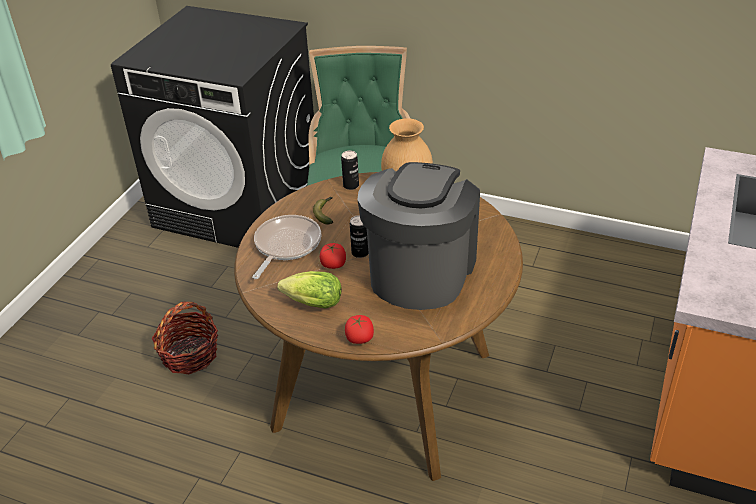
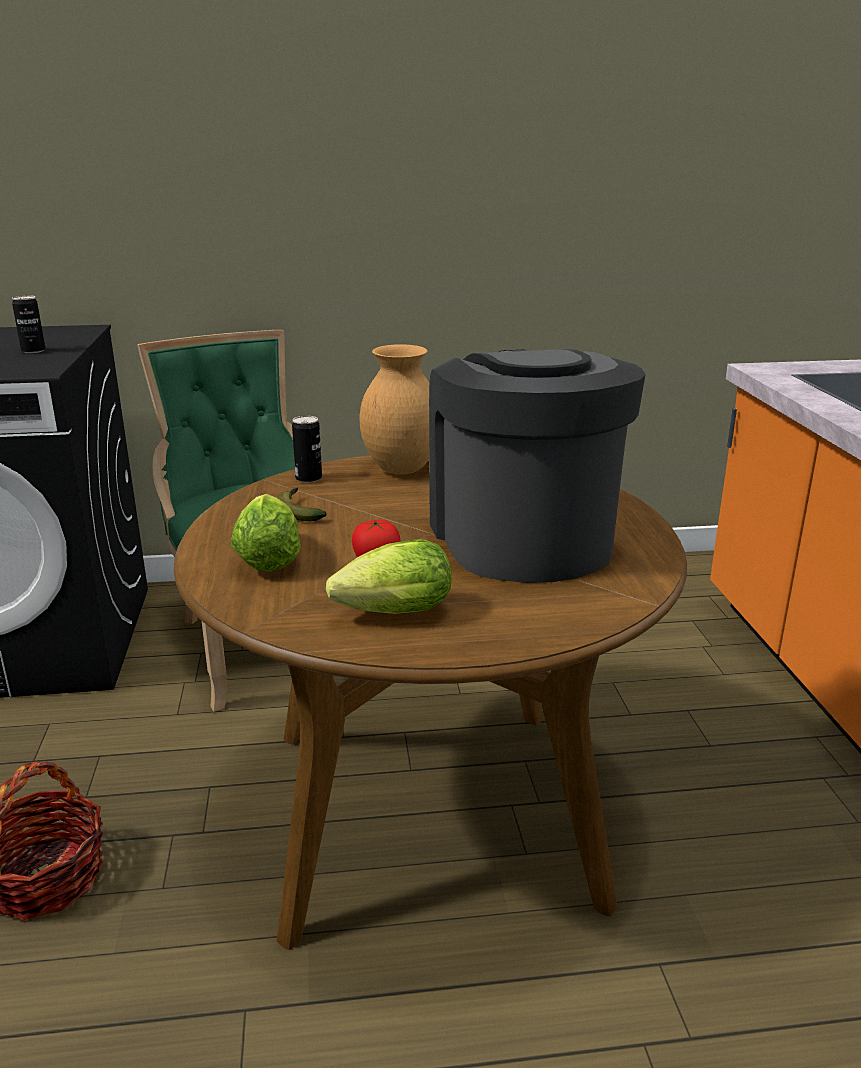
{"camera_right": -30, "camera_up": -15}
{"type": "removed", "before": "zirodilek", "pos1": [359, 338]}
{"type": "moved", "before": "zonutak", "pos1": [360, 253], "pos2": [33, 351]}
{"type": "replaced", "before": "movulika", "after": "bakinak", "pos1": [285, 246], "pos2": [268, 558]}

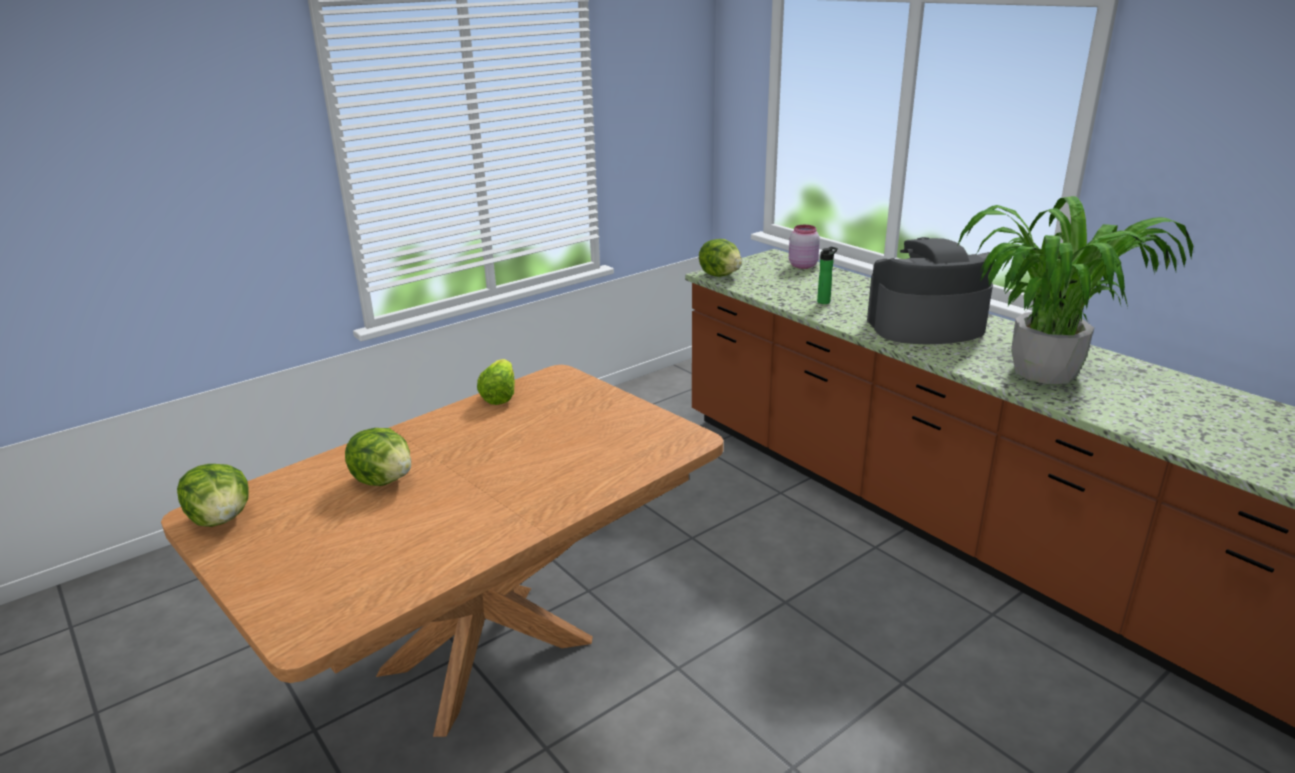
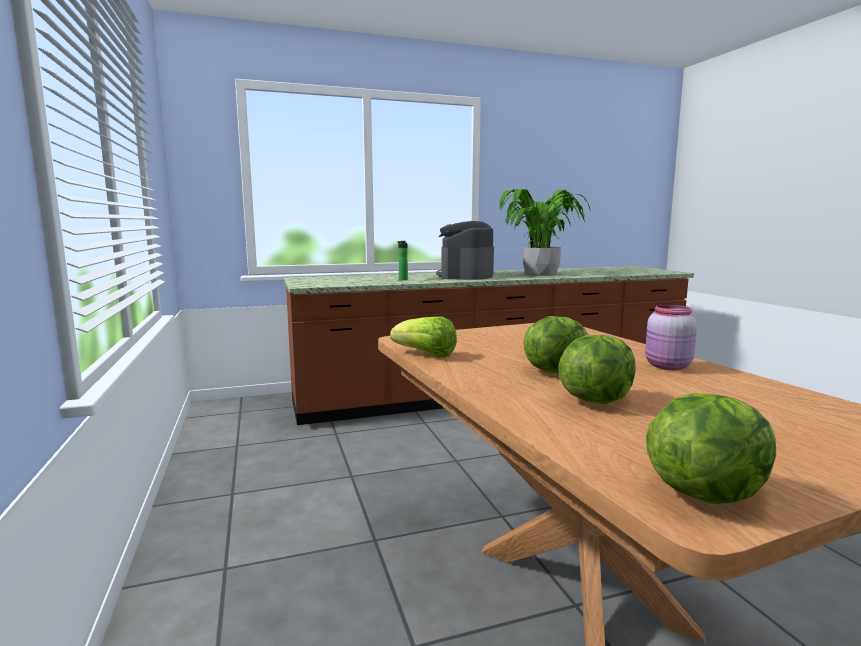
{"camera_right": -70, "camera_up": -15}
{"type": "moved", "before": "bakinak", "pos1": [720, 275], "pos2": [555, 370]}
{"type": "moved", "before": "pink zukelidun", "pos1": [802, 265], "pos2": [666, 366]}

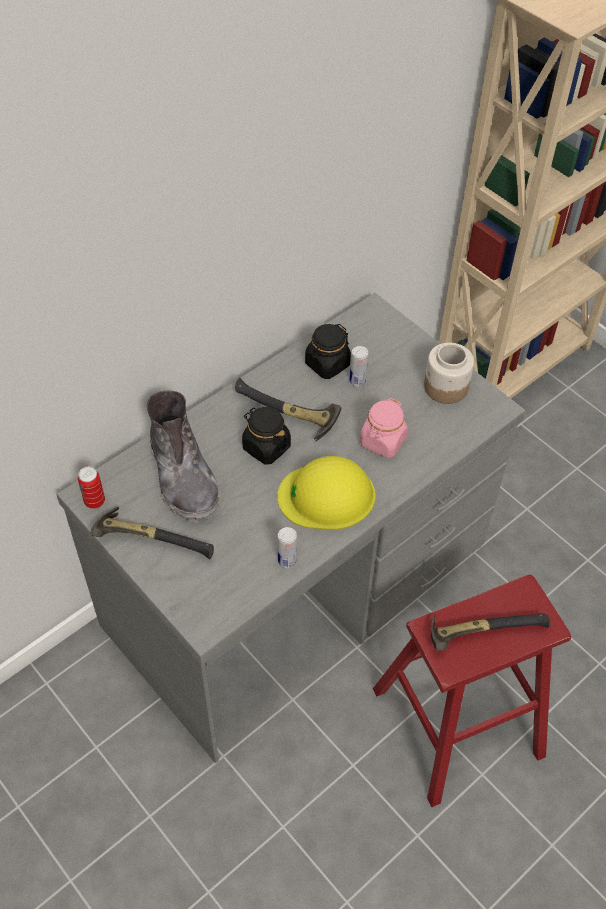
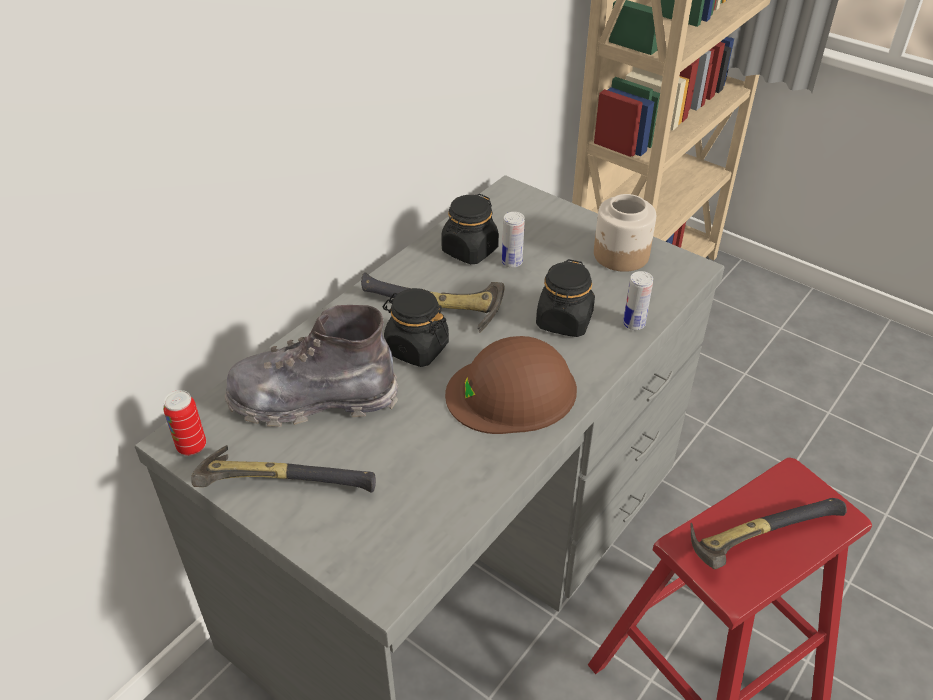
{"camera_right": -10, "camera_up": -10}
{"type": "moved", "before": "zonutak", "pos1": [287, 561], "pos2": [634, 324]}
{"type": "recoloured", "before": "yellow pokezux", "after": "brown pokezux", "pos1": [327, 495], "pos2": [512, 392]}
{"type": "recoloured", "before": "pink zukelidun", "after": "black zukelidun", "pos1": [382, 441], "pos2": [564, 321]}
{"type": "turned", "before": "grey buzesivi", "pos1": [183, 478], "pos2": [313, 399], "turn": 120}

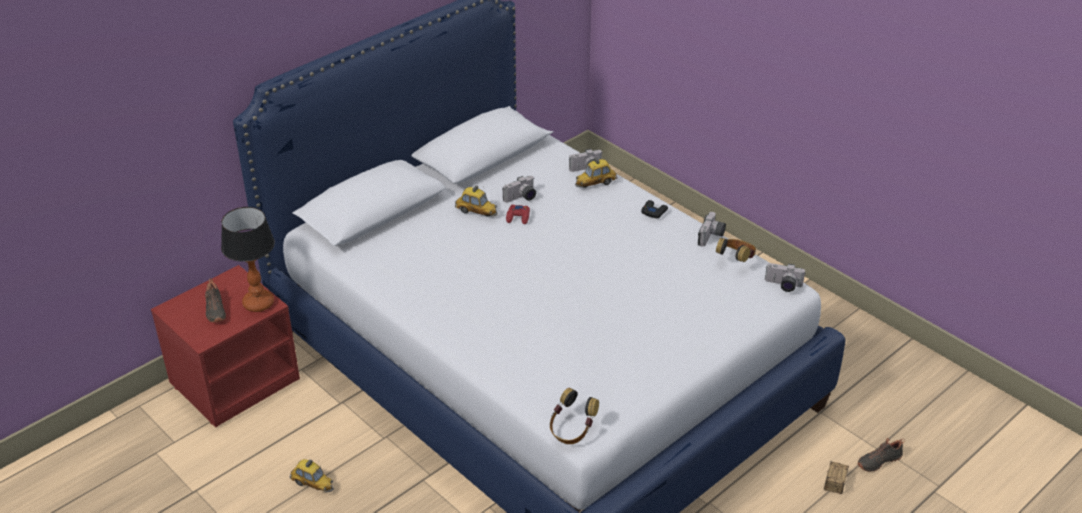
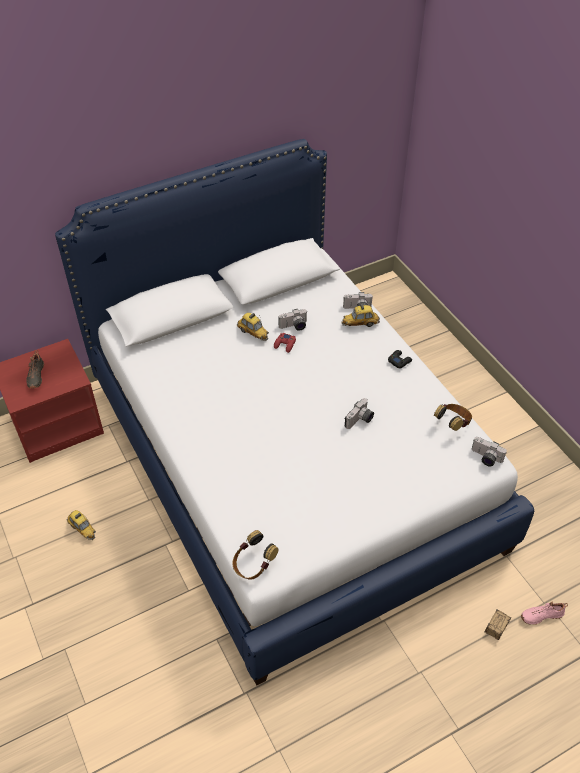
{"camera_right": 15, "camera_up": 10}
{"type": "removed", "before": "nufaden", "pos1": [258, 303]}
{"type": "moved", "before": "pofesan", "pos1": [711, 237], "pos2": [360, 420]}
{"type": "recoloured", "before": "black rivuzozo", "after": "pink rivuzozo", "pos1": [878, 460], "pos2": [541, 615]}

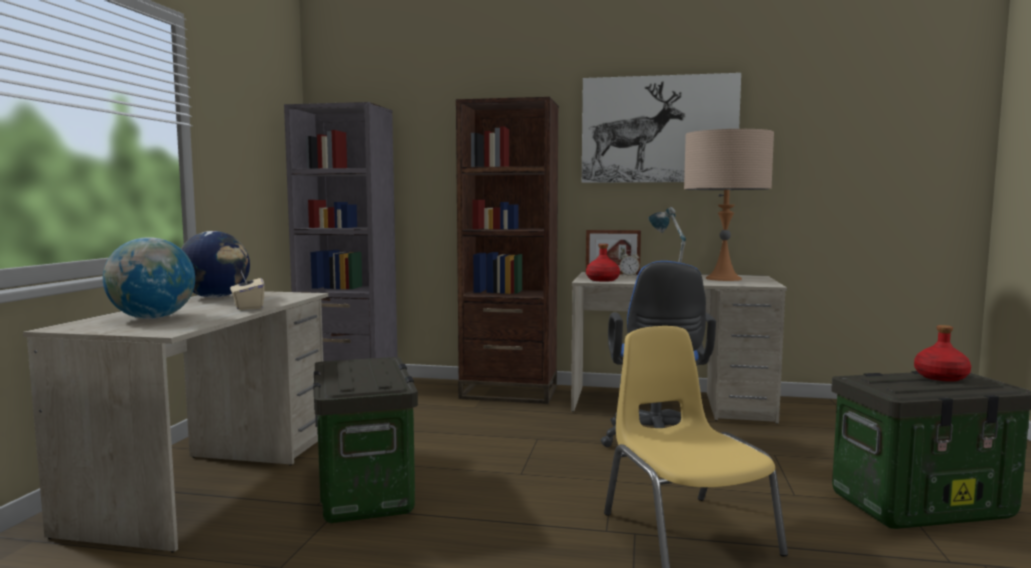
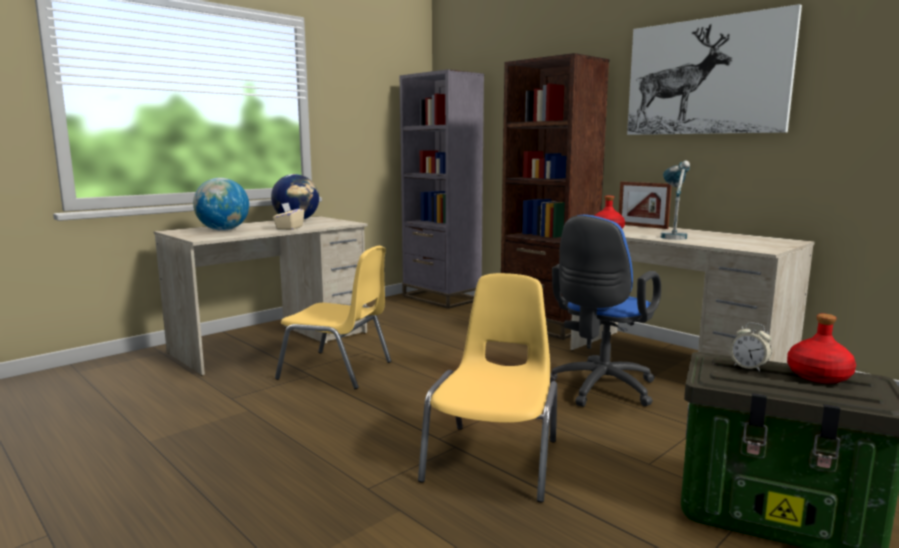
{"camera_right": 35, "camera_up": 5}
{"type": "removed", "before": "beige nufaden", "pos1": [723, 278]}
{"type": "moved", "before": "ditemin", "pos1": [629, 275], "pos2": [748, 367]}
{"type": "replaced", "before": "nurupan", "after": "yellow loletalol", "pos1": [367, 492], "pos2": [337, 370]}

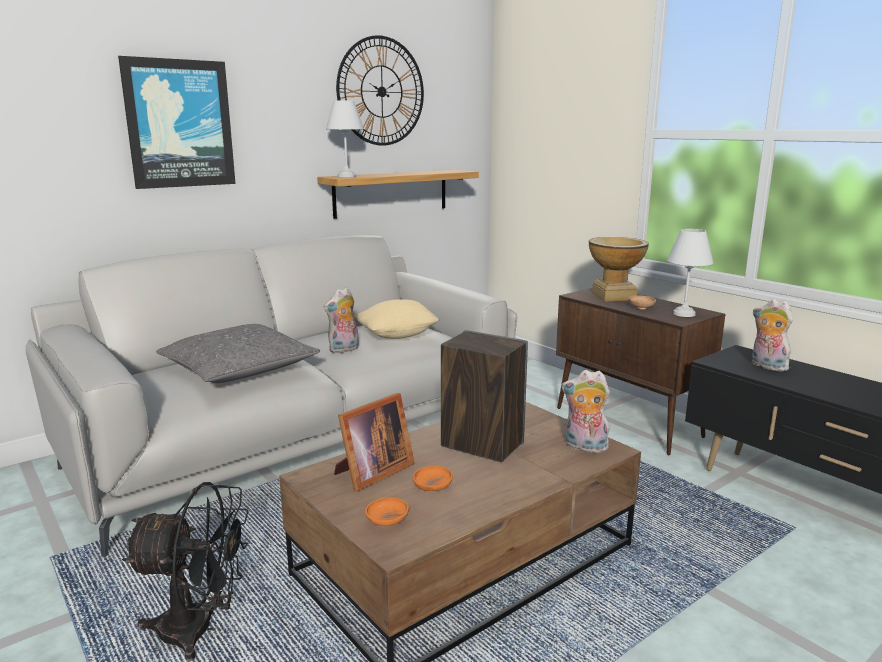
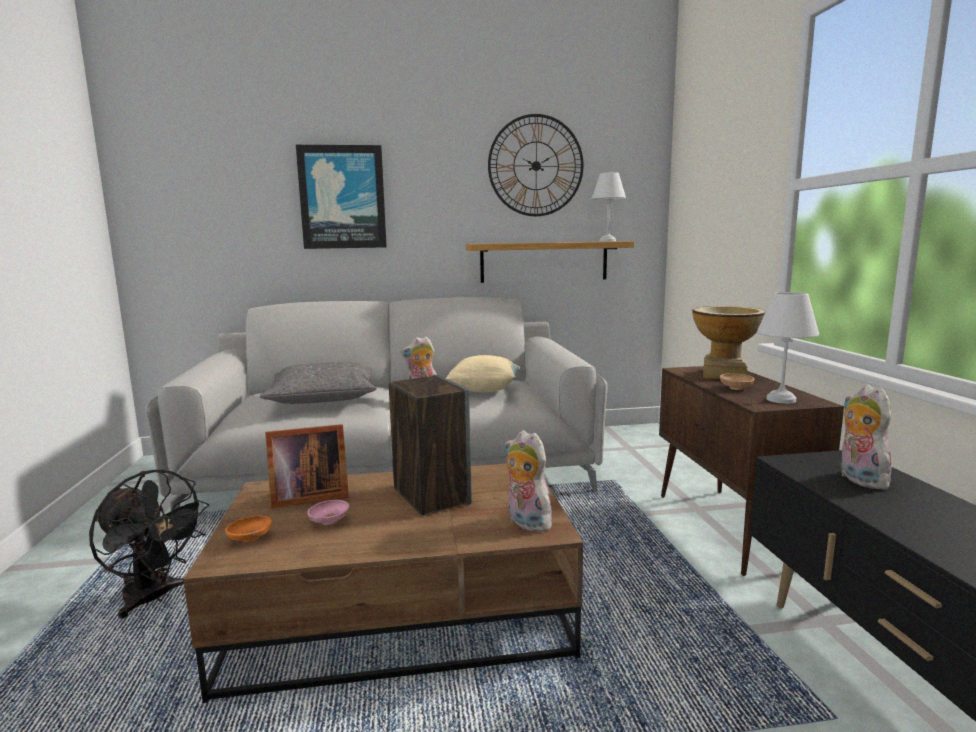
{"camera_right": 30, "camera_up": -5}
{"type": "moved", "before": "white nufaden", "pos1": [345, 176], "pos2": [606, 241]}
{"type": "recoloured", "before": "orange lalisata", "after": "pink lalisata", "pos1": [432, 488], "pos2": [329, 522]}

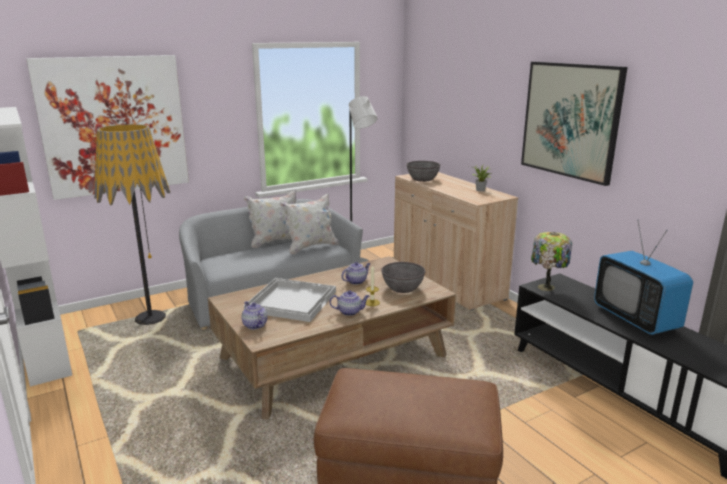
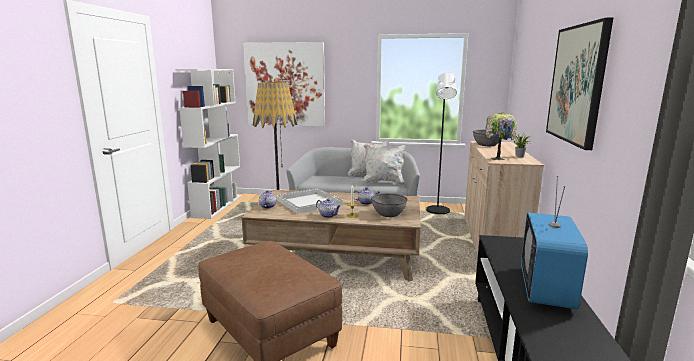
{"camera_right": 40, "camera_up": -5}
{"type": "moved", "before": "nufaden", "pos1": [546, 288], "pos2": [497, 159]}

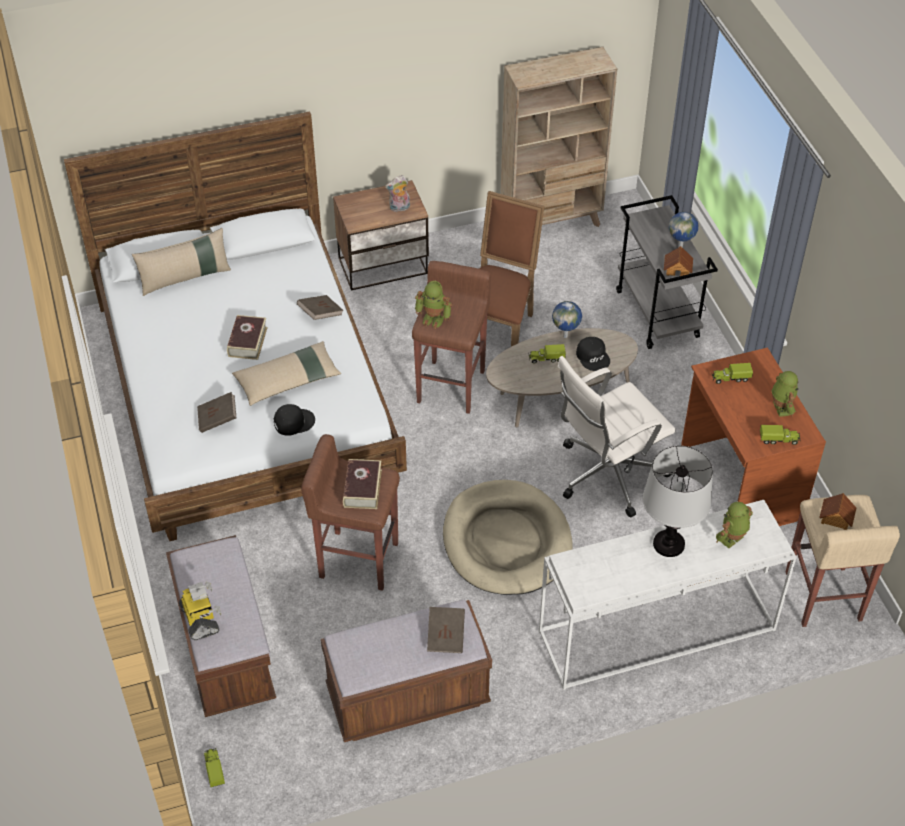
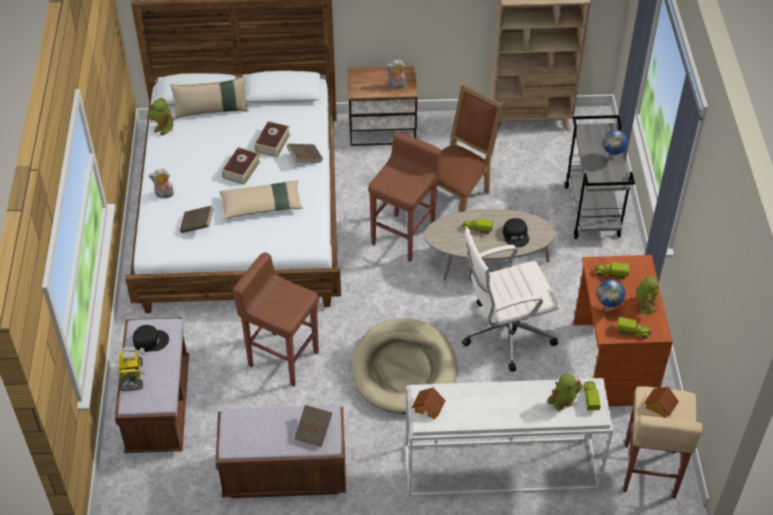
{"camera_right": 15, "camera_up": 0}
{"type": "removed", "before": "nufaden", "pos1": [669, 543]}
{"type": "added", "after": "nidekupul", "pos2": [164, 195]}
{"type": "moved", "before": "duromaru", "pos1": [214, 770], "pos2": [590, 398]}
{"type": "moved", "before": "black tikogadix", "pos1": [293, 422], "pos2": [150, 340]}
{"type": "moved", "before": "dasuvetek", "pos1": [362, 488], "pos2": [272, 143]}
{"type": "moved", "before": "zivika", "pos1": [434, 318], "pos2": [164, 128]}
{"type": "moved", "before": "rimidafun", "pos1": [566, 335], "pos2": [608, 310]}
{"type": "moved", "before": "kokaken", "pos1": [678, 269], "pos2": [428, 407]}

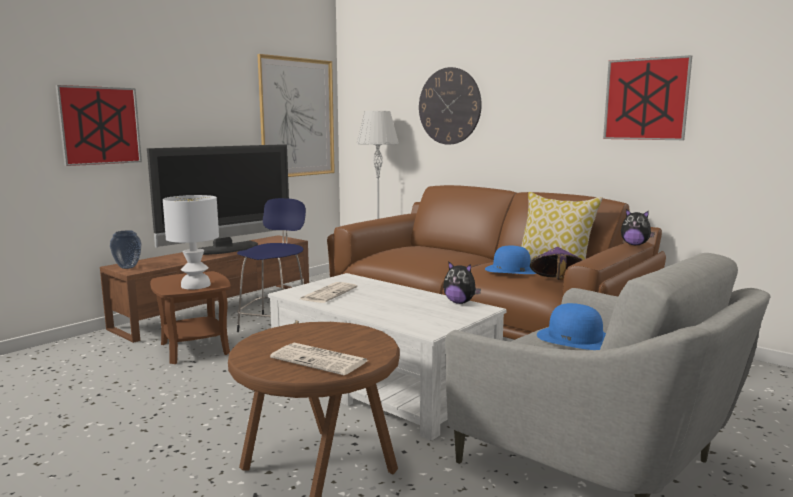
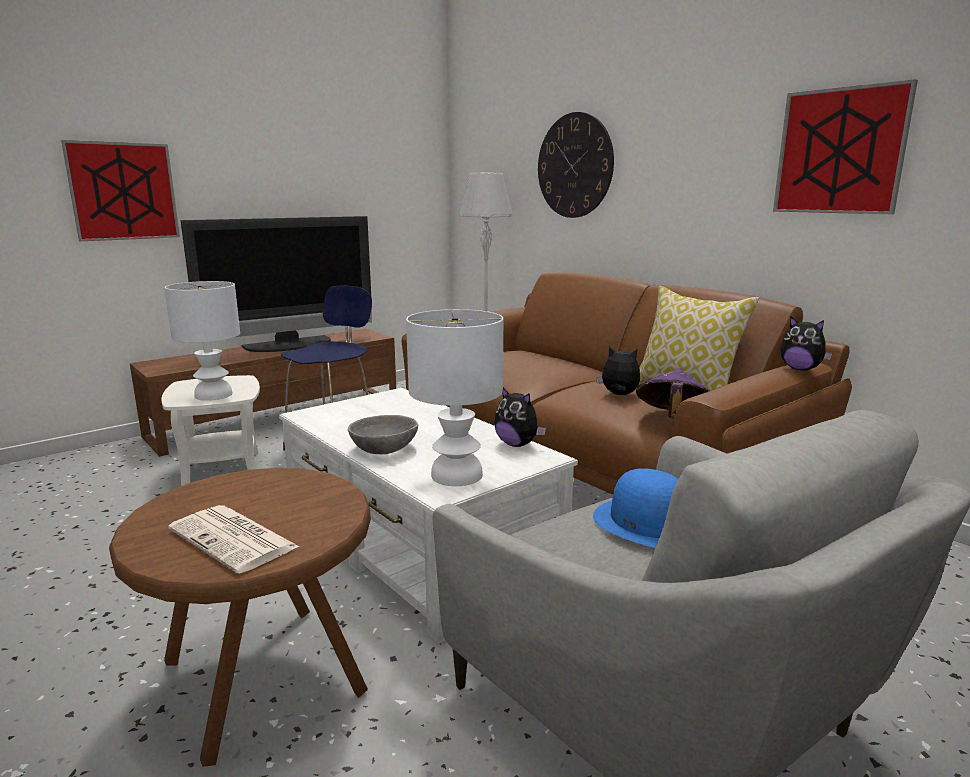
{"camera_right": 10, "camera_up": 5}
{"type": "removed", "before": "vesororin", "pos1": [128, 267]}
{"type": "removed", "before": "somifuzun", "pos1": [297, 118]}
{"type": "removed", "before": "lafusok", "pos1": [328, 293]}
{"type": "added", "after": "grey lalisata", "pos2": [384, 449]}
{"type": "added", "after": "white nufaden", "pos2": [457, 475]}
{"type": "replaced", "before": "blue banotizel", "after": "nidekupul", "pos1": [511, 270], "pos2": [619, 395]}
{"type": "recoloured", "before": "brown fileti", "after": "white fileti", "pos1": [194, 348], "pos2": [221, 470]}

